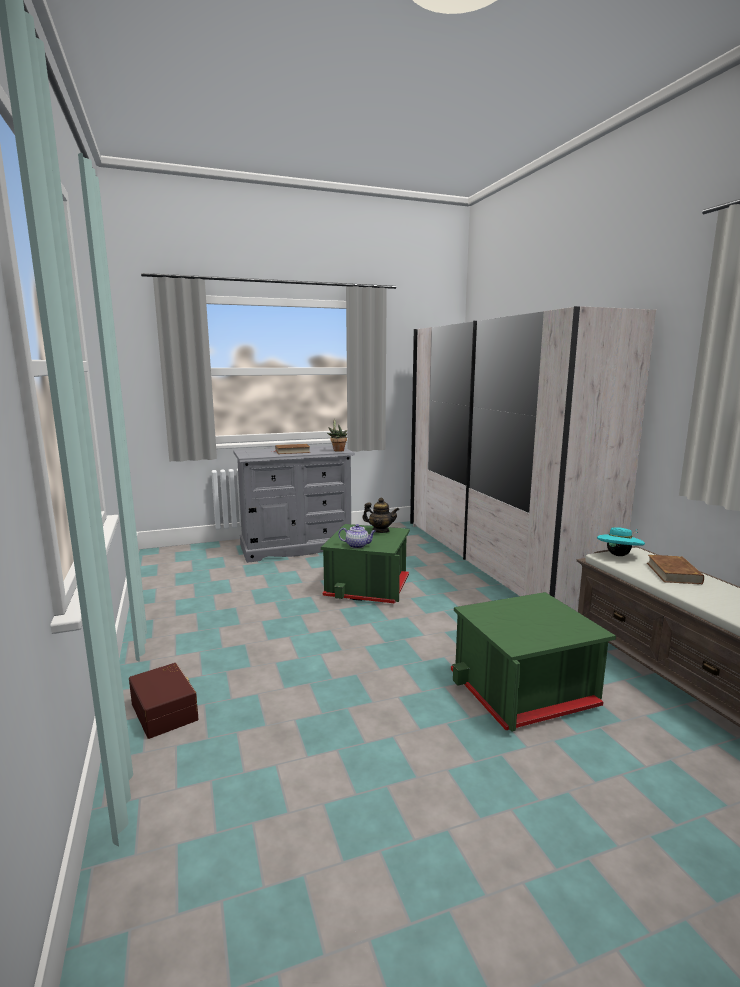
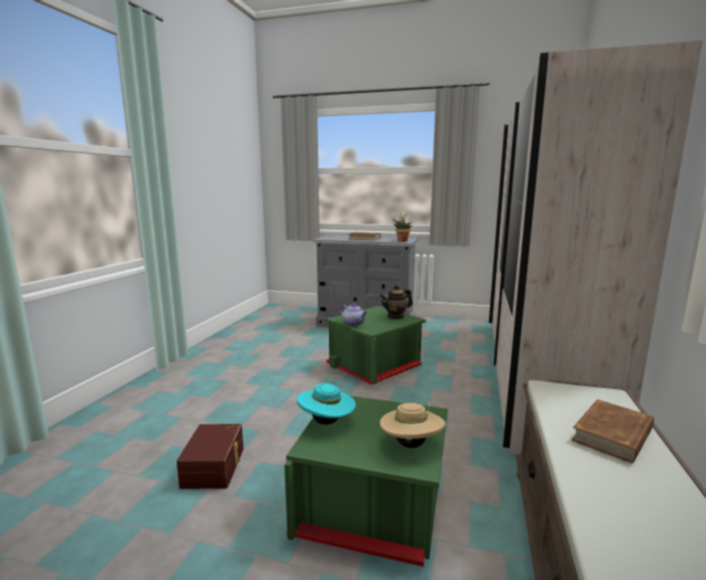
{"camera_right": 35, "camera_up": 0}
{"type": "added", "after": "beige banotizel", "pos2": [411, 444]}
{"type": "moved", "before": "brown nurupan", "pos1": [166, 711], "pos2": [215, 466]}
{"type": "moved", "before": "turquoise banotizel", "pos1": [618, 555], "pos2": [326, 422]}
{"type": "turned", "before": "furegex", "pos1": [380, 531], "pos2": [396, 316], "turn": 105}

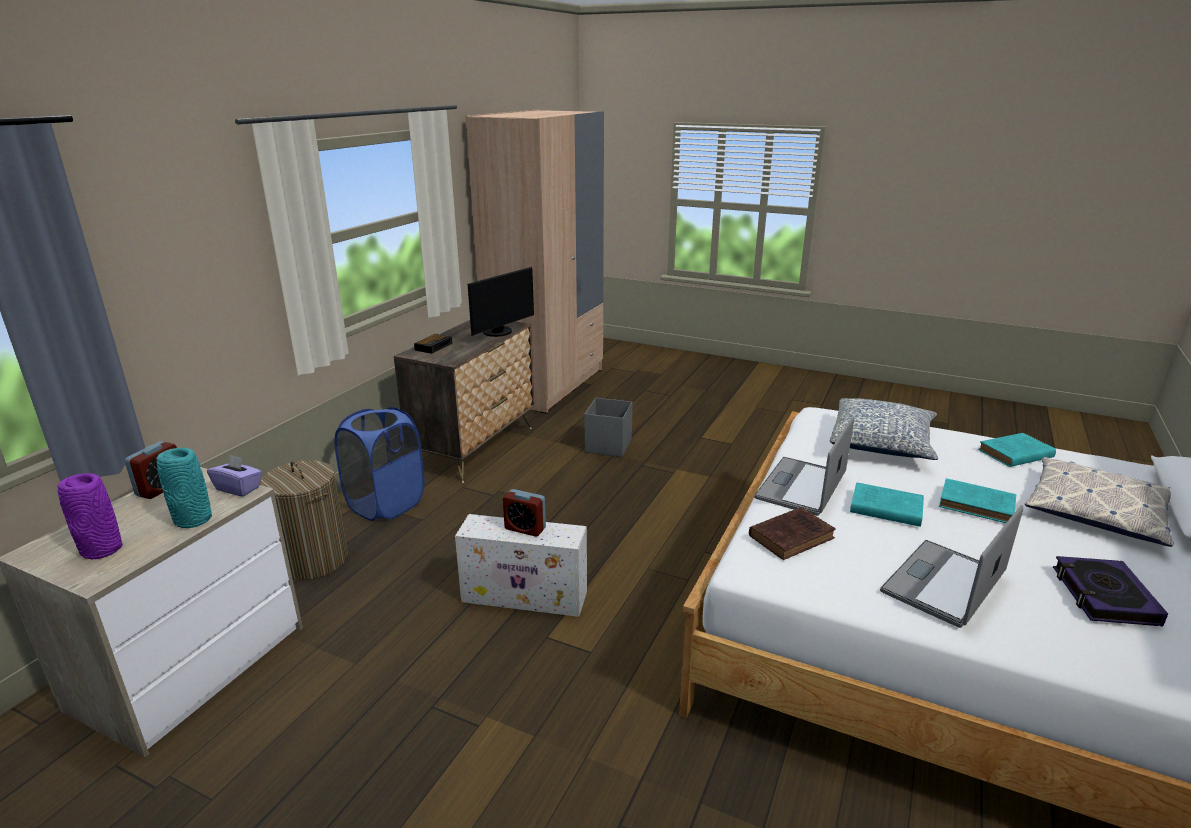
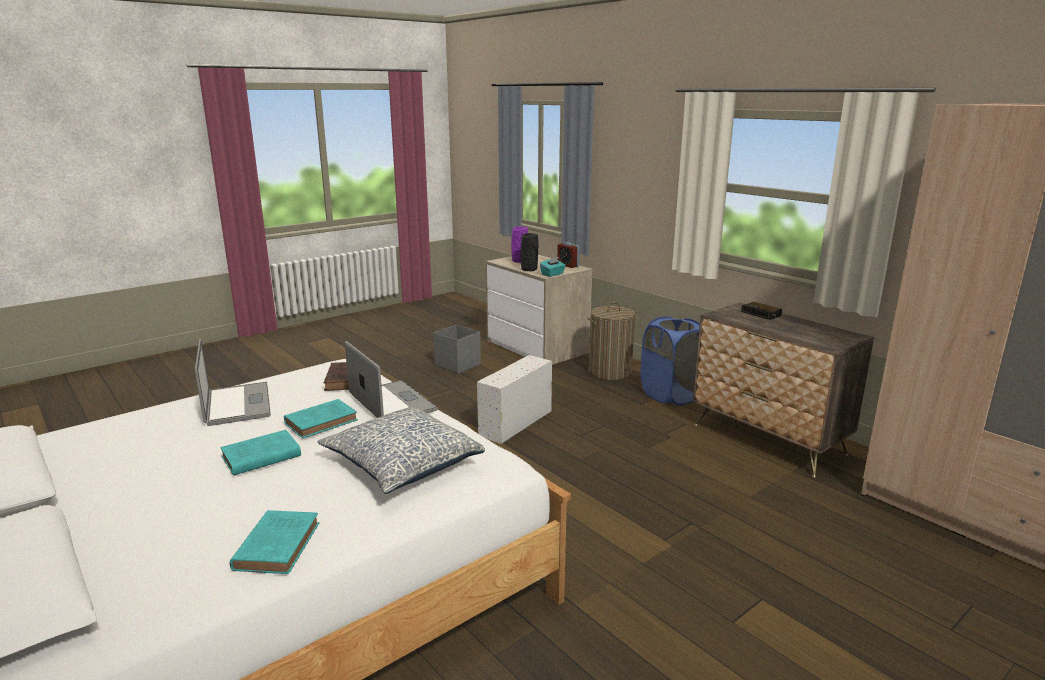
{"camera_right": 115, "camera_up": -5}
{"type": "removed", "before": "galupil", "pos1": [499, 332]}
{"type": "removed", "before": "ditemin", "pos1": [525, 528]}
{"type": "removed", "before": "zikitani", "pos1": [1096, 511]}
{"type": "removed", "before": "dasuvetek", "pos1": [1103, 596]}
{"type": "moved", "before": "grey nurupan", "pos1": [608, 446], "pos2": [457, 365]}
{"type": "recoloured", "before": "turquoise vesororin", "after": "black vesororin", "pos1": [194, 520], "pos2": [528, 269]}
{"type": "recoloured", "before": "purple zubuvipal", "after": "turquoise zubuvipal", "pos1": [238, 488], "pos2": [552, 274]}

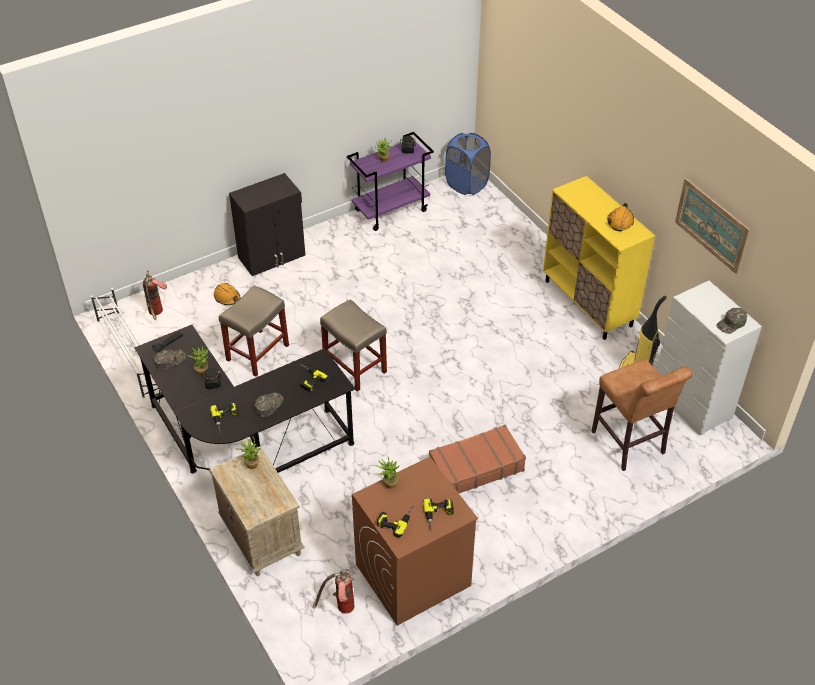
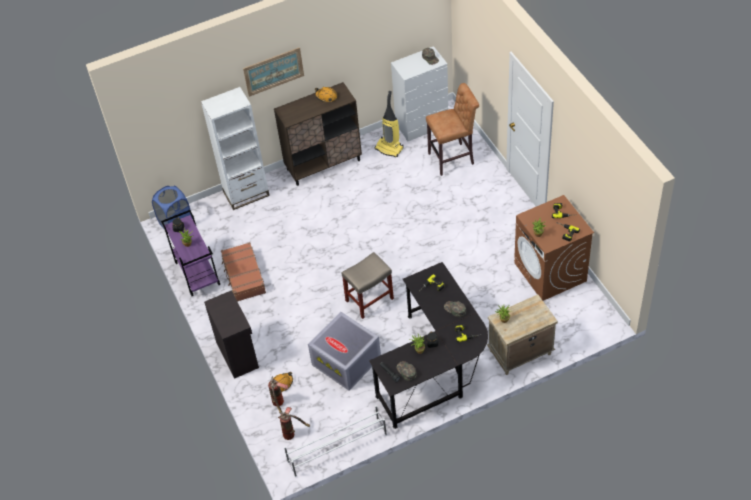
{"camera_right": -80, "camera_up": 5}
{"type": "added", "after": "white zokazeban", "pos2": [246, 194]}
{"type": "moved", "before": "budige", "pos1": [339, 609], "pos2": [280, 405]}
{"type": "moved", "before": "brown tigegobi", "pos1": [475, 467], "pos2": [243, 276]}
{"type": "moved", "before": "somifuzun", "pos1": [712, 225], "pos2": [273, 71]}
{"type": "replaced", "before": "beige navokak", "after": "grey nurupan", "pos1": [257, 353], "pos2": [347, 361]}
{"type": "recoloured", "before": "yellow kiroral", "after": "brown kiroral", "pos1": [588, 303], "pos2": [324, 164]}

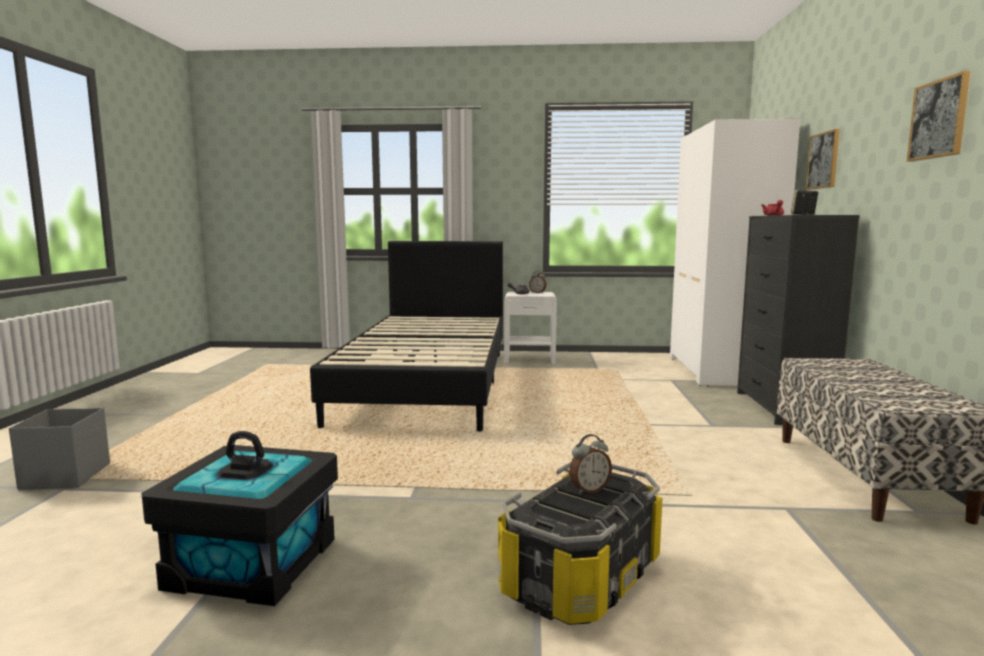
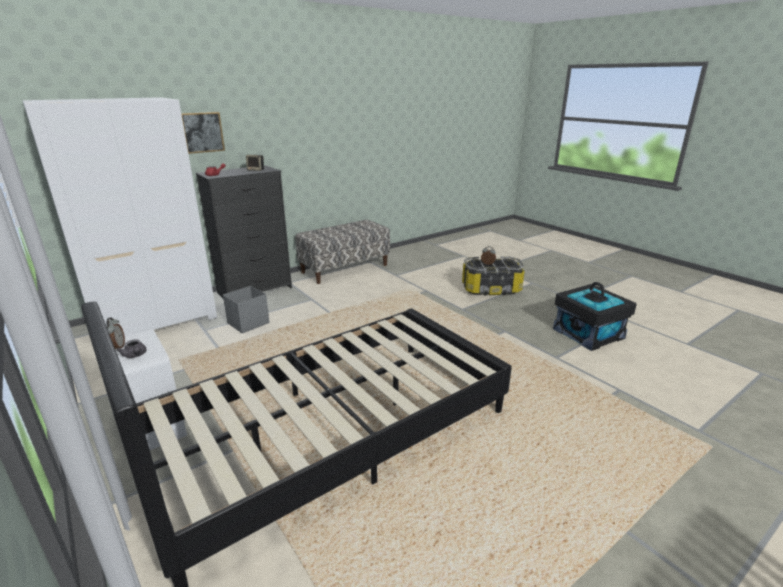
{"camera_right": -130, "camera_up": 15}
{"type": "removed", "before": "somifuzun", "pos1": [939, 119]}
{"type": "moved", "before": "grey nurupan", "pos1": [67, 476], "pos2": [247, 323]}

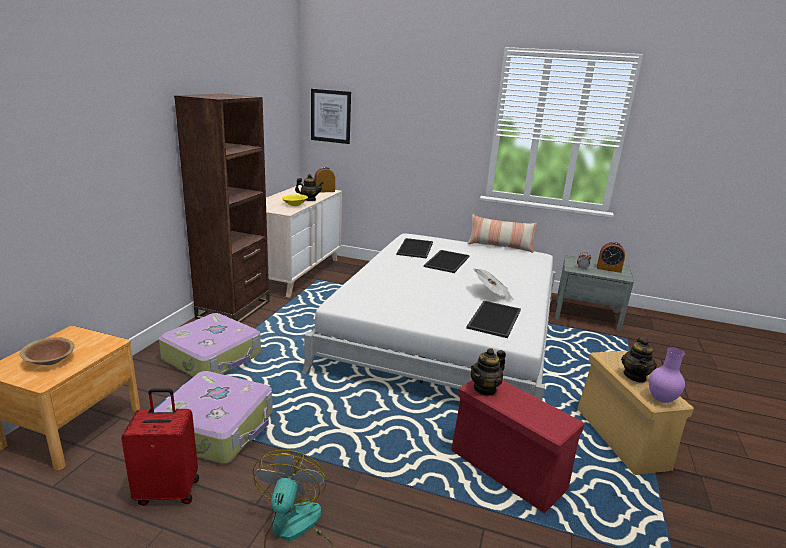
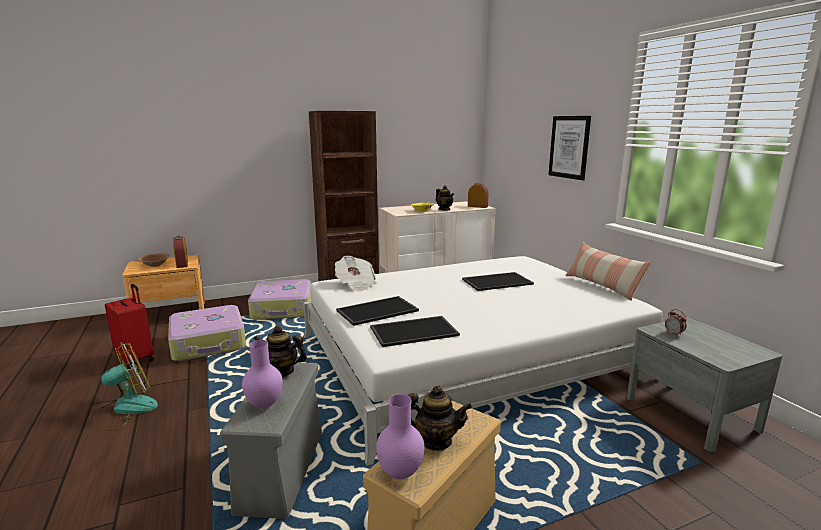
{"camera_right": 50, "camera_up": -5}
{"type": "added", "after": "purple vesororin", "pos2": [263, 405]}
{"type": "moved", "before": "somifuzun", "pos1": [330, 116], "pos2": [569, 147]}
{"type": "moved", "before": "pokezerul", "pos1": [416, 248], "pos2": [377, 311]}
{"type": "moved", "before": "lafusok", "pos1": [492, 294], "pos2": [356, 284]}
{"type": "moved", "before": "ditemin", "pos1": [608, 269], "pos2": [182, 264]}
{"type": "recoloured", "before": "red nurupan", "after": "grey nurupan", "pos1": [509, 470], "pos2": [281, 471]}
{"type": "turned", "before": "furegex", "pos1": [635, 376], "pos2": [436, 441], "turn": -150}

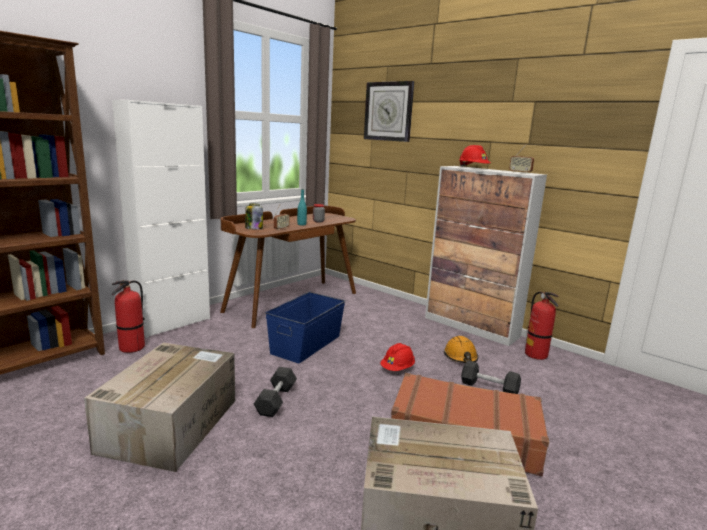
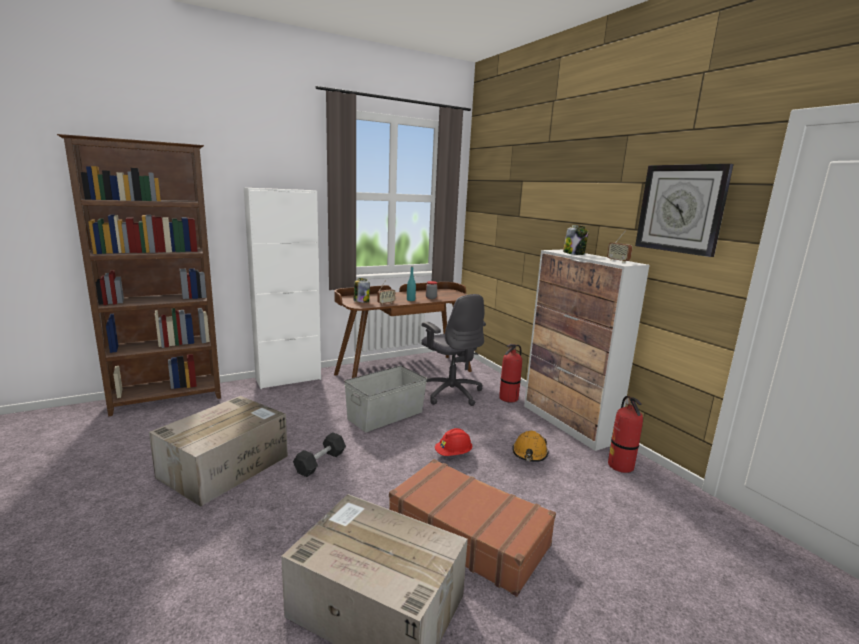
{"camera_right": 20, "camera_up": 0}
{"type": "removed", "before": "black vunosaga", "pos1": [489, 387]}
{"type": "added", "after": "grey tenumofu", "pos2": [451, 393]}
{"type": "moved", "before": "budige", "pos1": [132, 348], "pos2": [508, 399]}
{"type": "moved", "before": "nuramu", "pos1": [388, 111], "pos2": [681, 209]}
{"type": "replaced", "before": "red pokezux", "after": "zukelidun", "pos1": [473, 168], "pos2": [574, 253]}
{"type": "recoloured", "before": "blue nurupan", "after": "grey nurupan", "pos1": [305, 344], "pos2": [385, 415]}

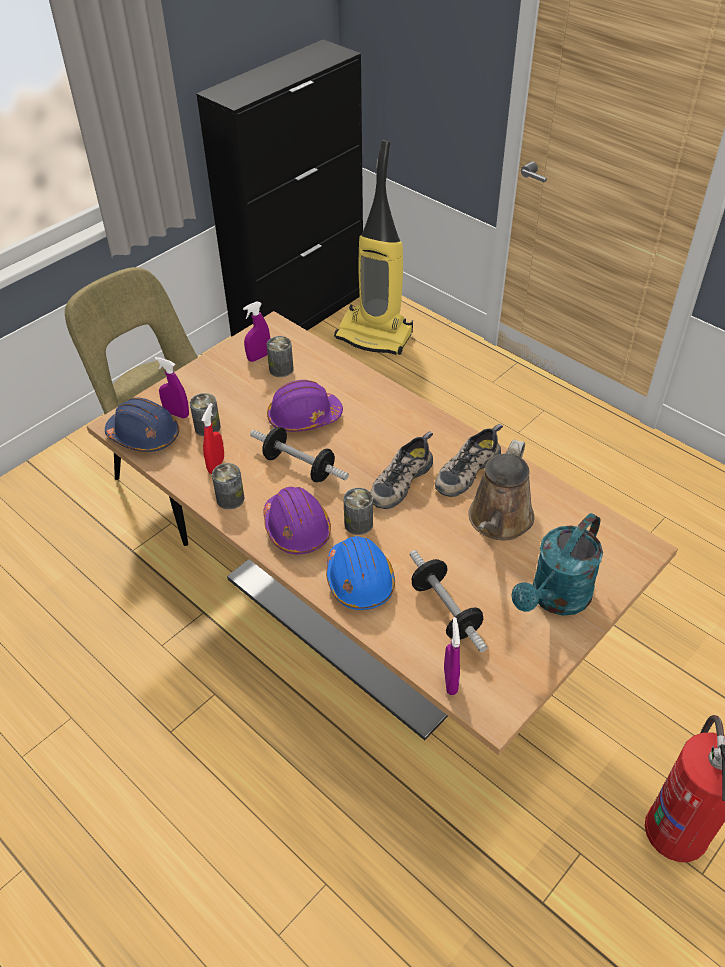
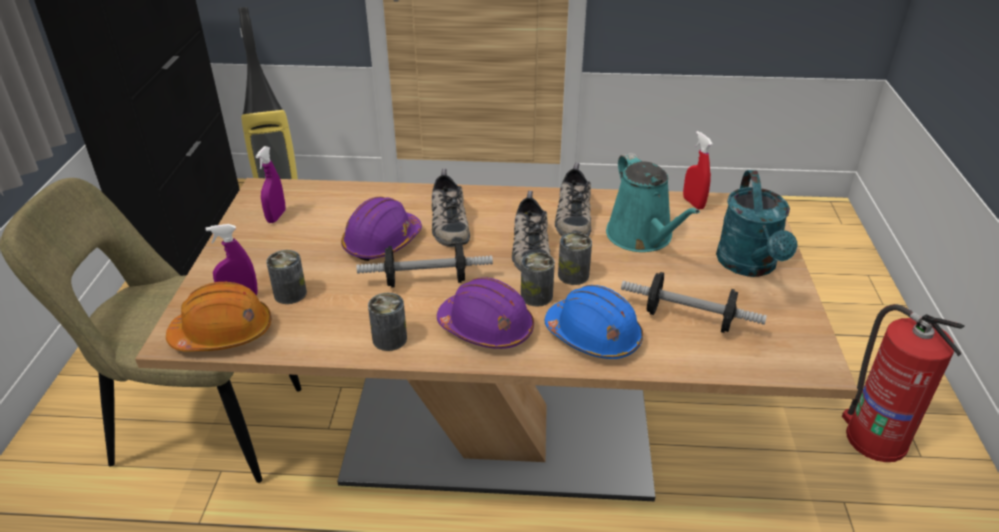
{"camera_right": -40, "camera_up": -10}
{"type": "removed", "before": "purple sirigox", "pos1": [450, 681]}
{"type": "added", "after": "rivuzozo", "pos2": [447, 222]}
{"type": "moved", "before": "red sirigox", "pos1": [216, 465], "pos2": [693, 203]}
{"type": "moved", "before": "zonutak", "pos1": [281, 369], "pos2": [573, 275]}
{"type": "recoloured", "before": "blue pokezux", "after": "orange pokezux", "pos1": [144, 436], "pos2": [223, 333]}
{"type": "recoloured", "before": "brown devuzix", "after": "turquoise devuzix", "pos1": [499, 521], "pos2": [642, 237]}

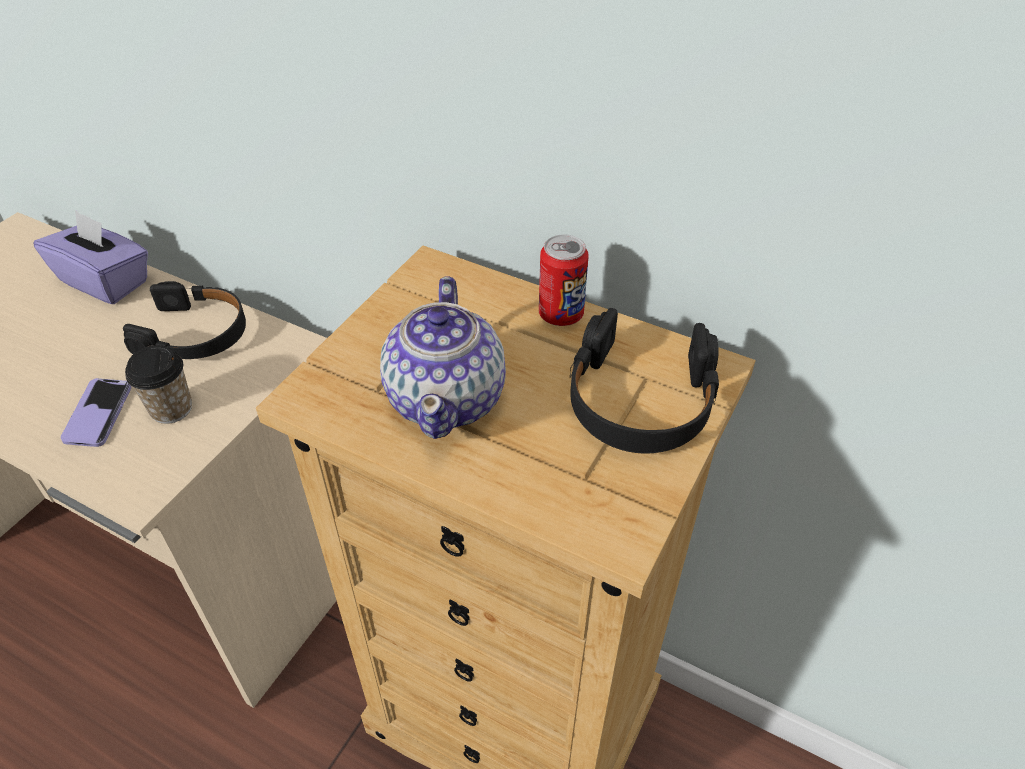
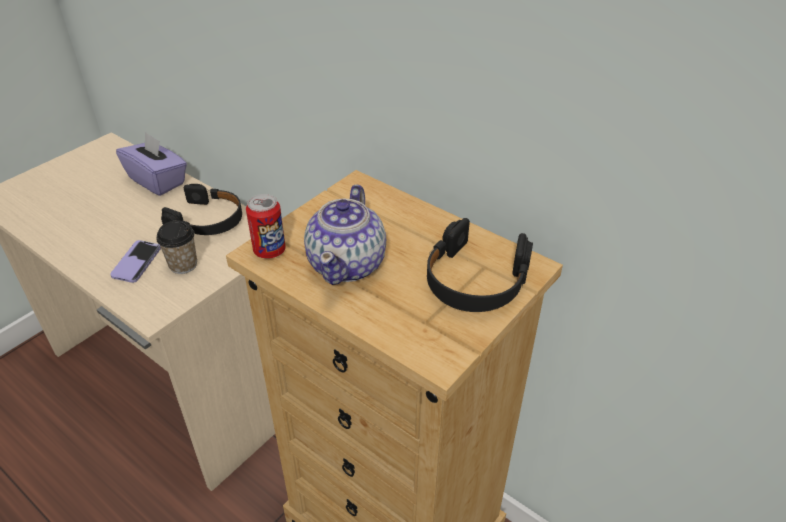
{"camera_right": 10, "camera_up": -5}
{"type": "moved", "before": "zonutak", "pos1": [561, 315], "pos2": [269, 251]}

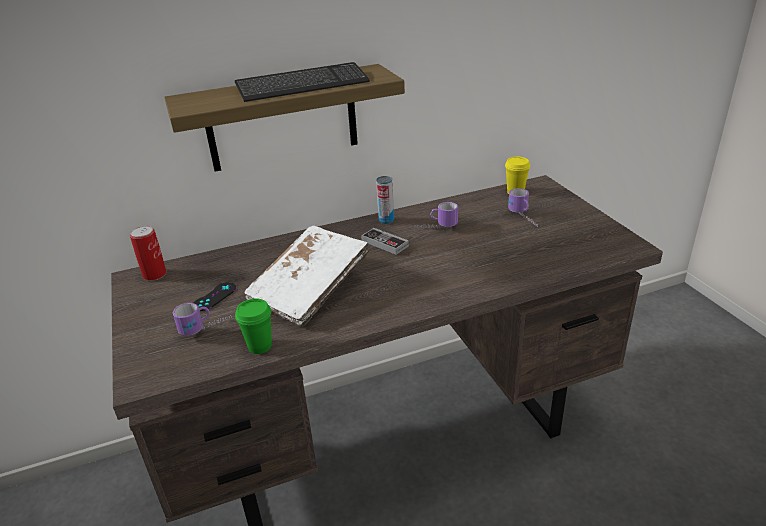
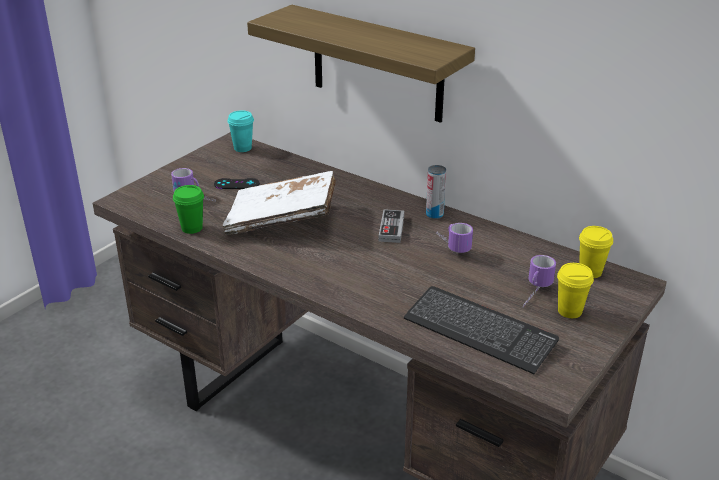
{"camera_right": 55, "camera_up": 0}
{"type": "added", "after": "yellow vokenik", "pos2": [569, 311]}
{"type": "moved", "before": "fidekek", "pos1": [302, 85], "pos2": [479, 331]}
{"type": "replaced", "before": "zonutak", "after": "turquoise vokenik", "pos1": [154, 274], "pos2": [242, 148]}

